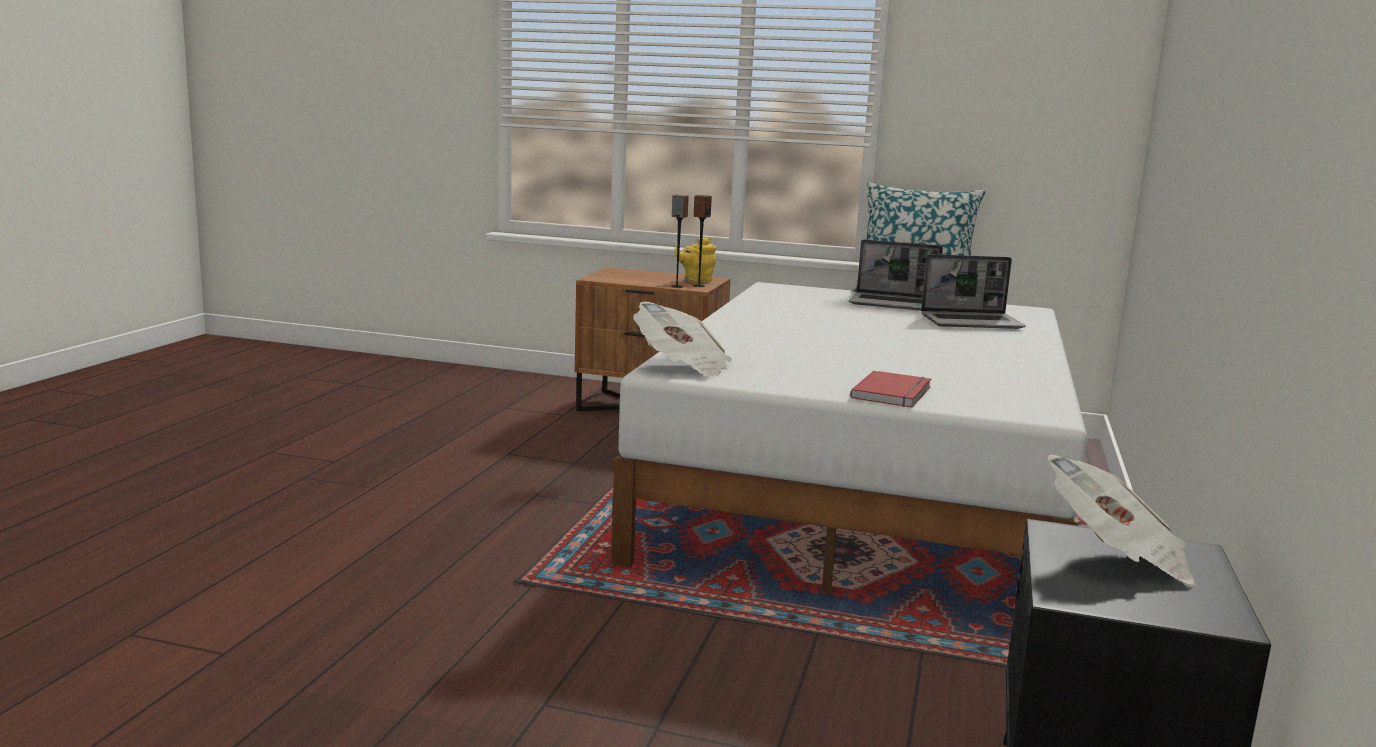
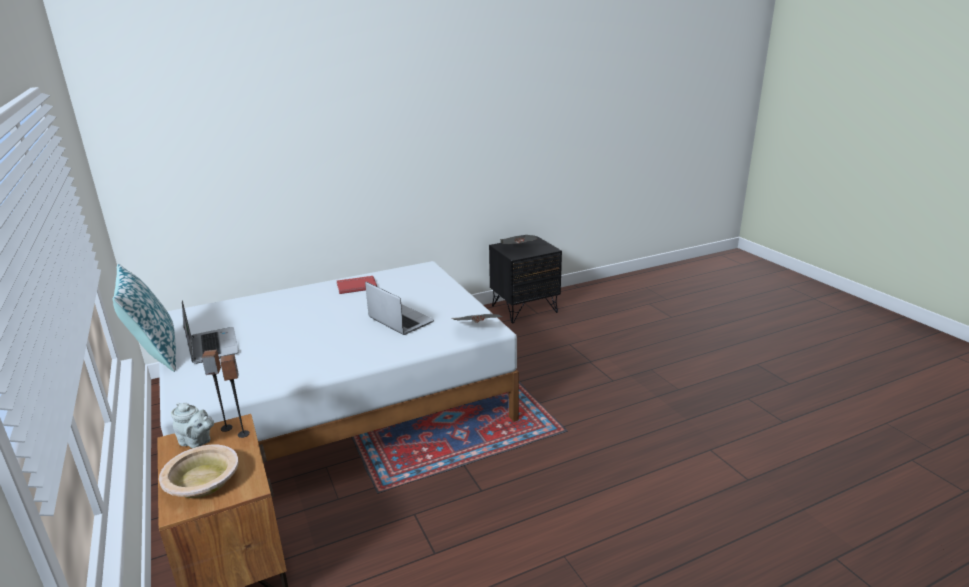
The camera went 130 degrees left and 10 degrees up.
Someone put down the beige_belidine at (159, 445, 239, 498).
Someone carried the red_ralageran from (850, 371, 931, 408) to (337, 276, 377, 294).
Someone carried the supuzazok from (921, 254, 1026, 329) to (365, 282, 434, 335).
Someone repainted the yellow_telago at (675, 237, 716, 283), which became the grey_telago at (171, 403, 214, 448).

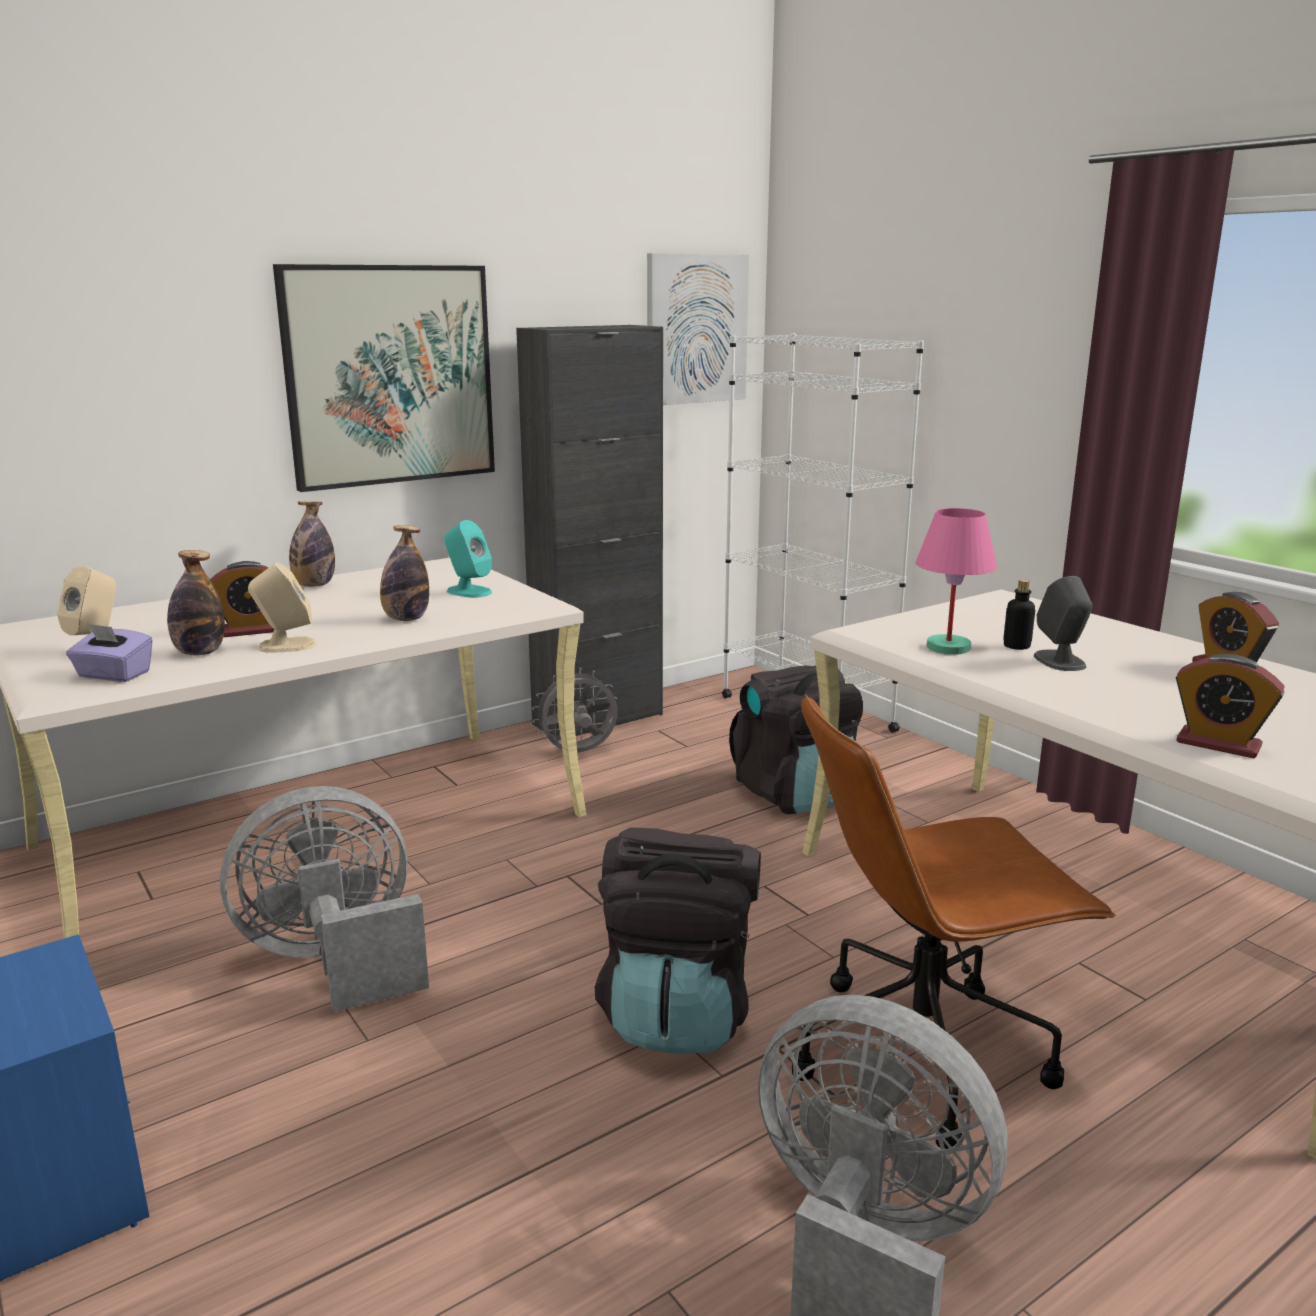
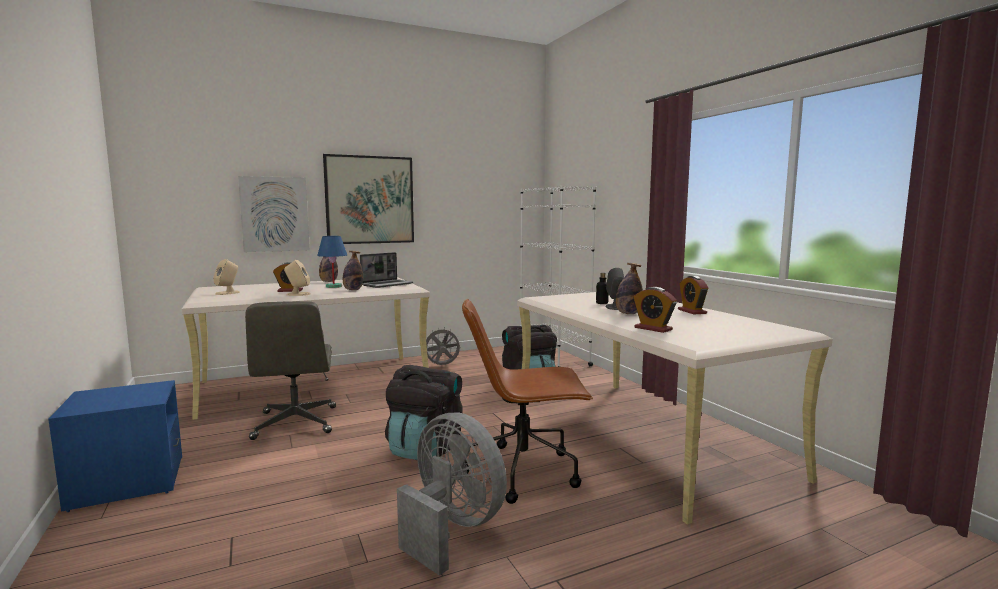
The camera went 10 degrees right and 10 degrees down.
Someone took away the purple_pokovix at (66, 624, 153, 682).
Someone took away the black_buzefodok at (516, 325, 663, 740).
Someone took away the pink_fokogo at (915, 508, 997, 655).
Someone put down the blue_fokogo at (317, 236, 347, 288).
Someone carried the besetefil from (167, 550, 225, 655) to (616, 263, 643, 314).
Someone carried the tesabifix from (647, 253, 749, 405) to (238, 176, 310, 252).
Someone swapped the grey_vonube at (220, 786, 429, 1012) for the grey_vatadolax at (245, 301, 336, 440).
Someone swapped the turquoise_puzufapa at (444, 520, 492, 598) for the supuzazok at (360, 252, 413, 288).

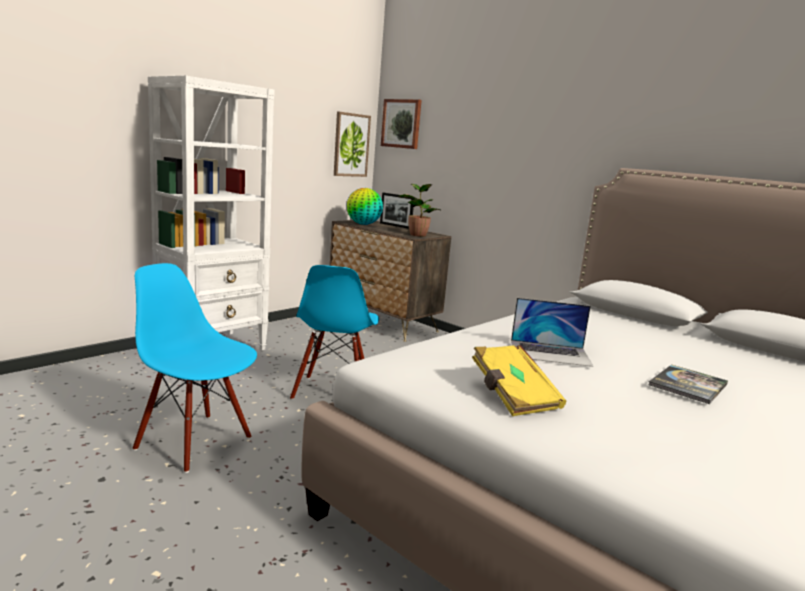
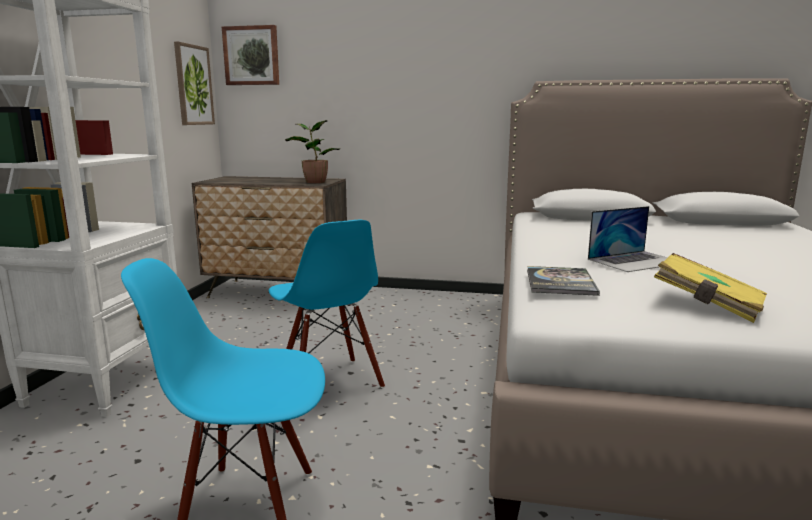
The camera went 30 degrees left and 0 degrees up.
Someone took away the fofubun at (347, 188, 383, 225).
Someone took away the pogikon at (380, 193, 414, 229).
Someone carried the ralageran from (649, 364, 728, 404) to (527, 266, 600, 296).

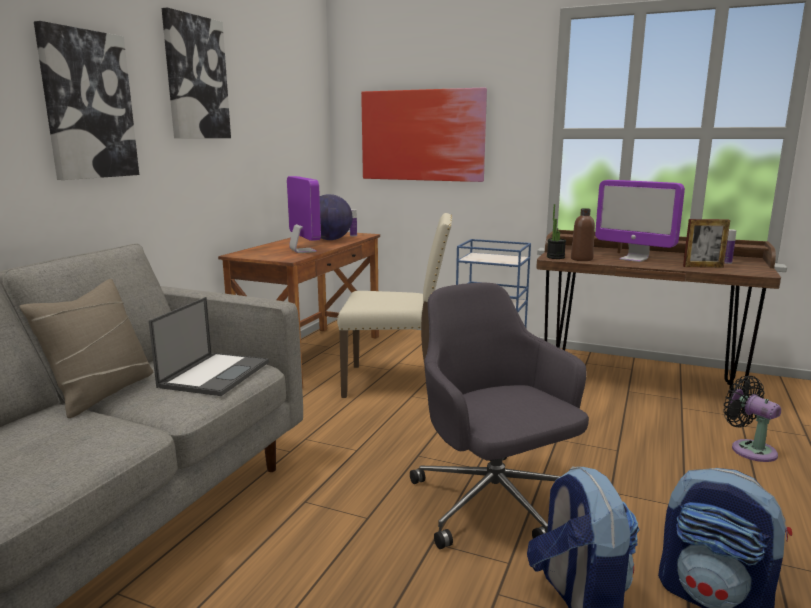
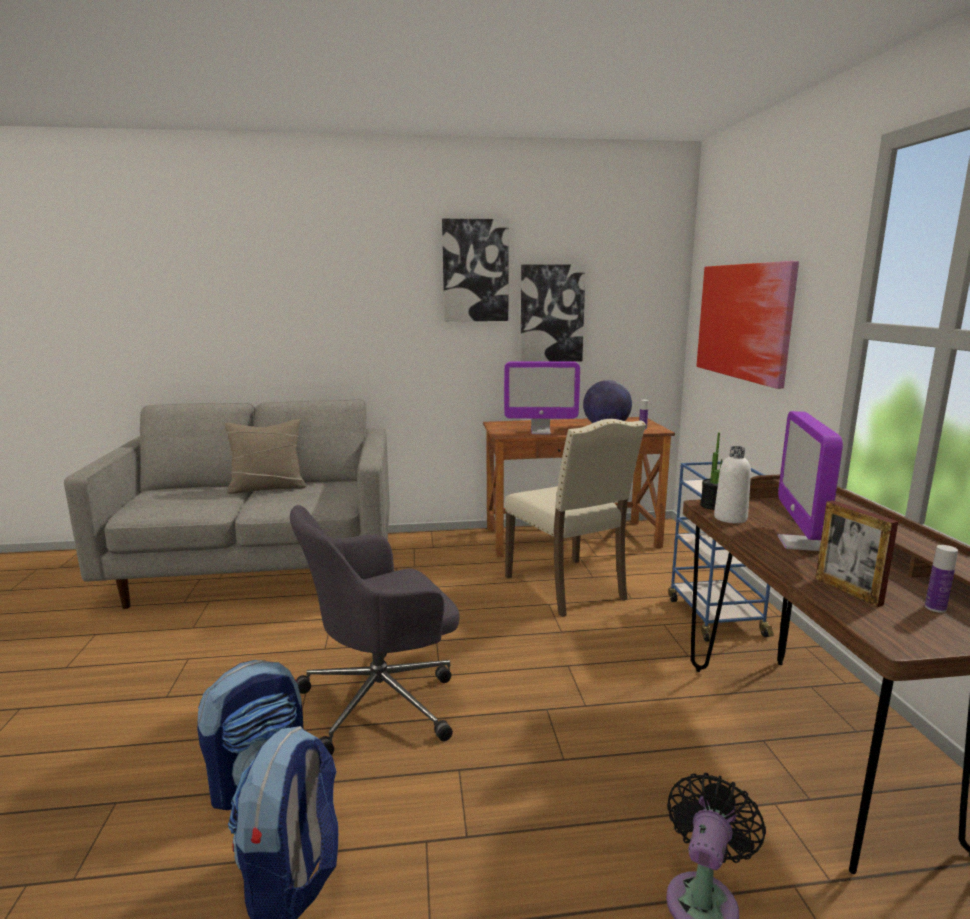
The camera went 60 degrees right and 0 degrees up.
Someone took away the supuzazok at (149, 297, 269, 396).
Someone carried the tesabifix from (34, 21, 139, 180) to (520, 264, 586, 362).
Someone repainted the brown_besetefil at (571, 208, 595, 261), which became the white_besetefil at (714, 446, 751, 523).
Someone rotated the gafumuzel at (287, 176, 321, 253) by 60 degrees clockwise.
Someone rotated the grey_vatadolax at (410, 282, 589, 549) by 150 degrees counterclockwise.

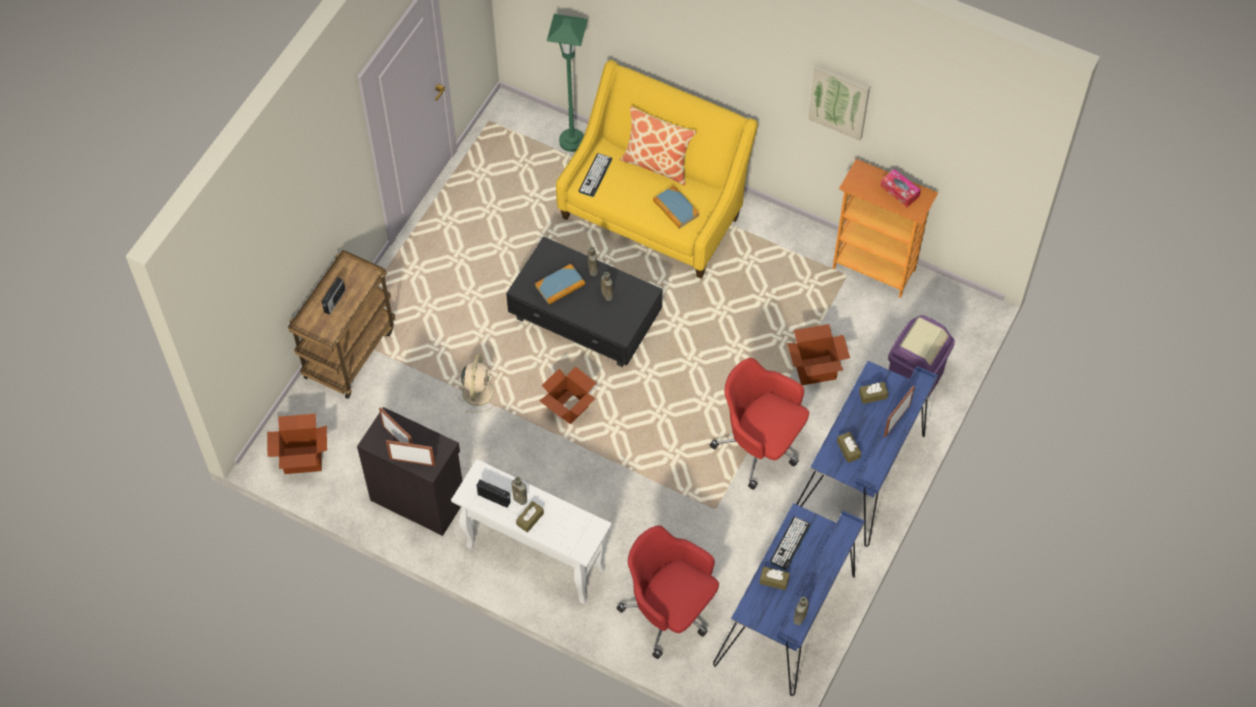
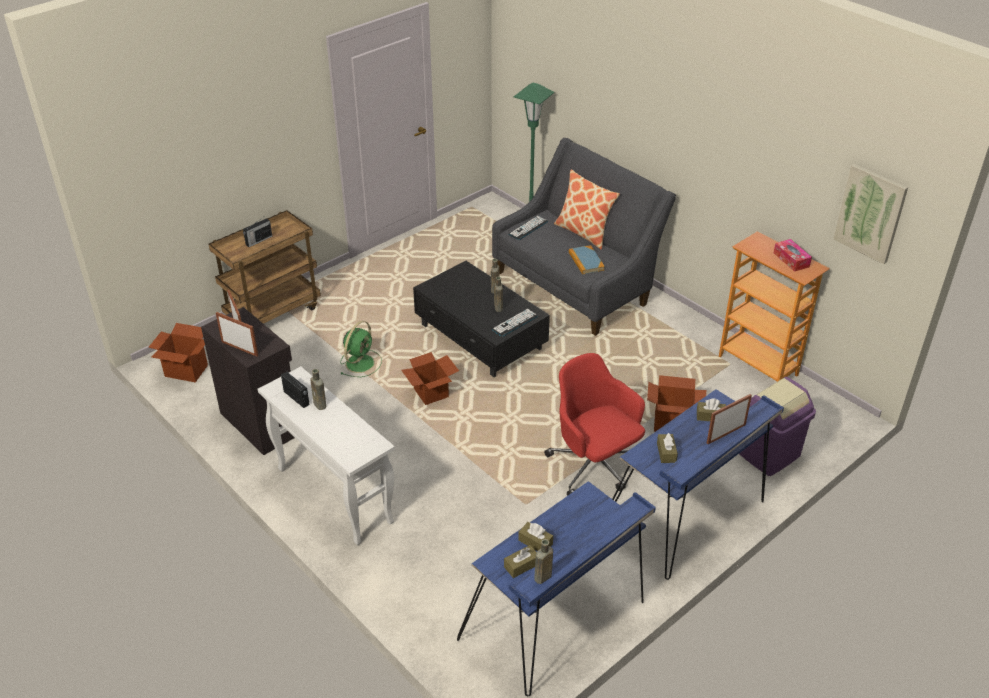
The camera went 20 degrees right and 20 degrees down.
Someone took away the ralageran at (535, 264, 585, 304).
Someone took away the red_vatadolax at (616, 525, 719, 659).
Someone carried the brown_pokovix from (516, 501, 544, 533) to (504, 545, 536, 578).
Someone carried the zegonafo from (770, 516, 811, 570) to (492, 309, 538, 337).
Someone carried the tesabifix from (808, 64, 870, 141) to (833, 164, 908, 264).
Someone repainted the beige_vonube at (456, 354, 501, 412), which became the green_vonube at (340, 321, 382, 377).
Someone repainted the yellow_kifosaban at (556, 60, 758, 279), which became the grey_kifosaban at (492, 138, 676, 336).

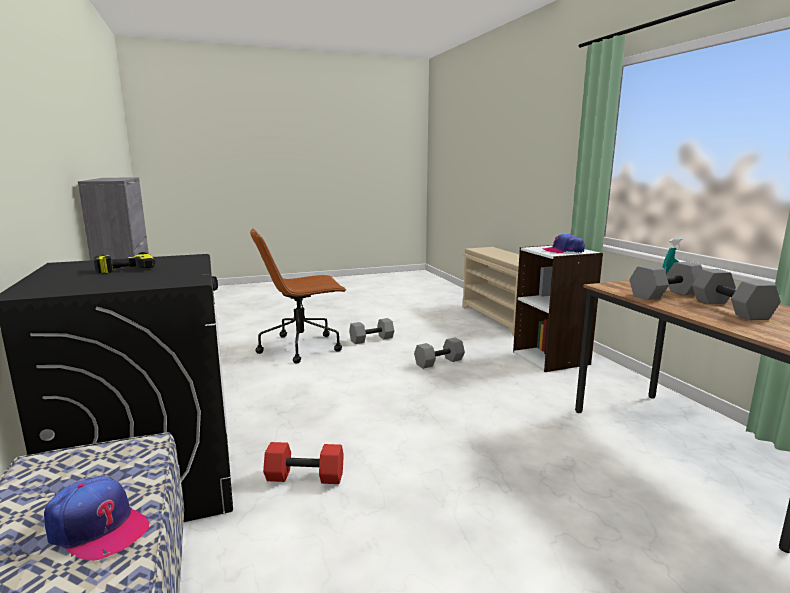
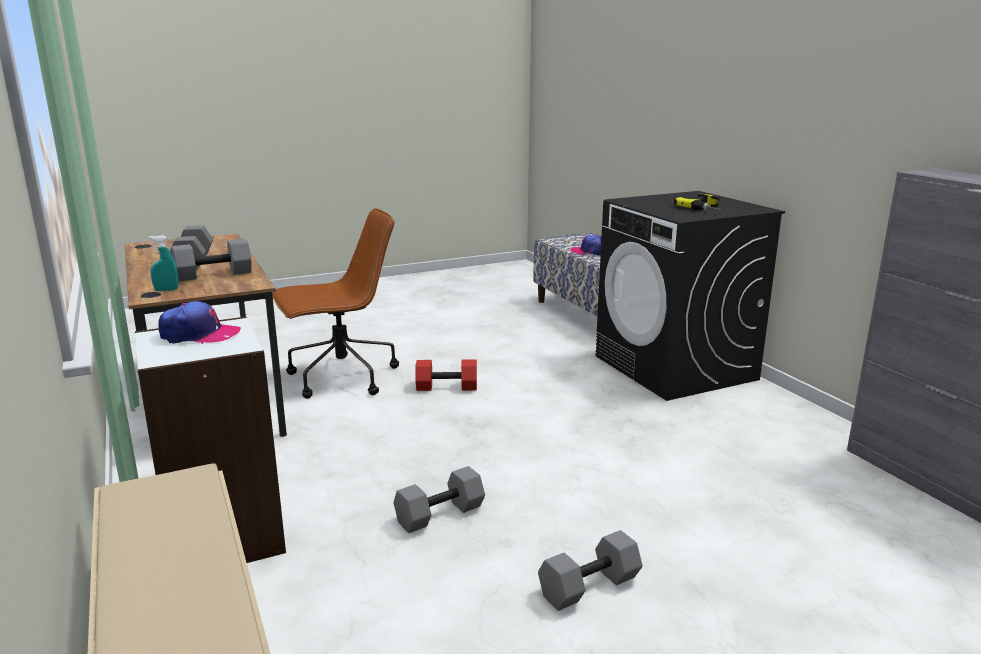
The camera went 175 degrees right and 5 degrees up.
Someone carried the brown_vatadolax from (250, 228, 347, 364) to (272, 208, 399, 399).
Someone carried the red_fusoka from (263, 442, 344, 484) to (415, 360, 477, 391).

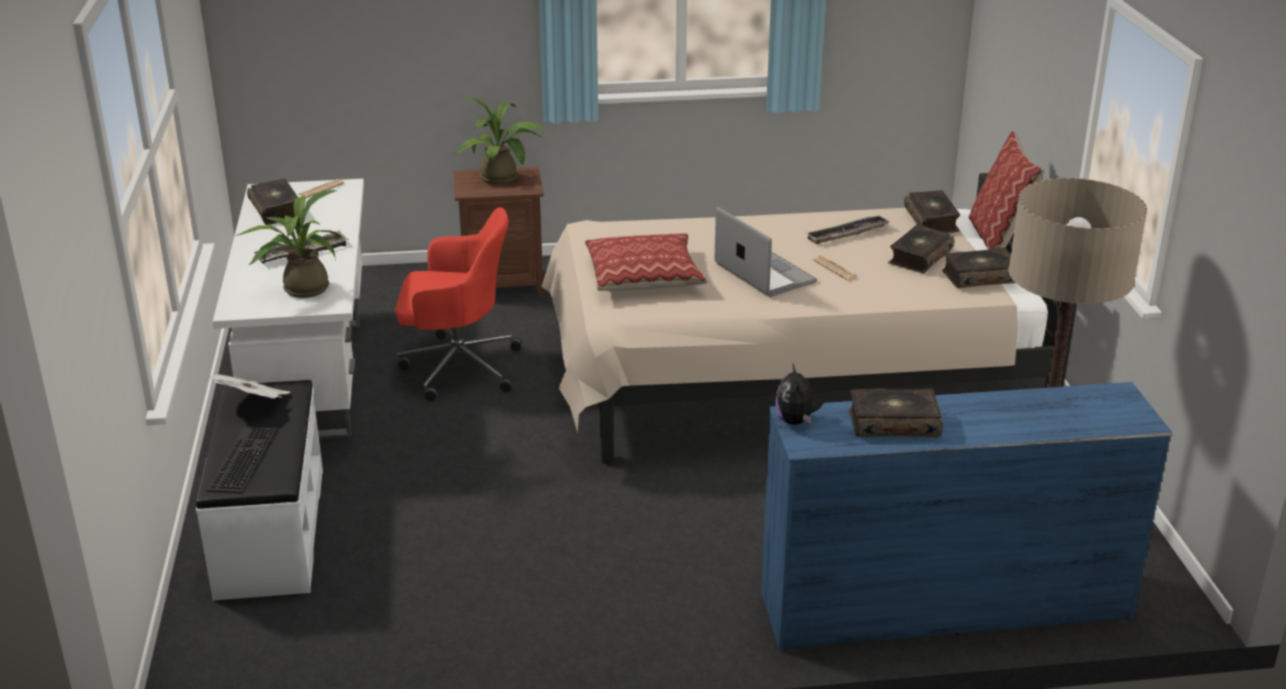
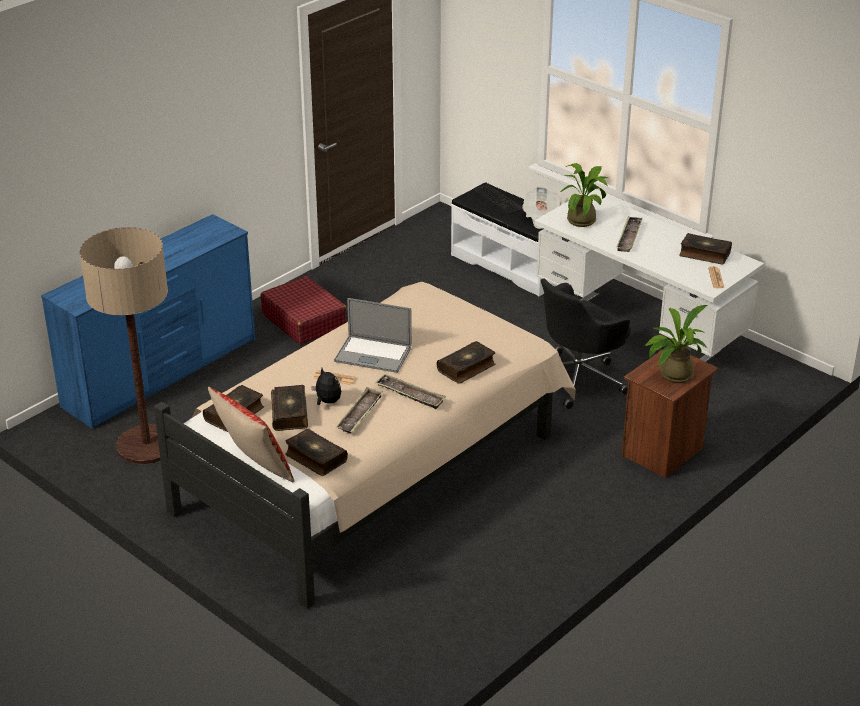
The camera went 140 degrees right and 5 degrees up.
Someone took away the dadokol at (585, 234, 708, 291).
Someone put down the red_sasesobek at (260, 276, 347, 344).
Someone put down the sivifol at (375, 374, 446, 409).
Someone carried the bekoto from (775, 362, 824, 425) to (311, 368, 341, 405).
Someone carried the ralageran from (849, 388, 943, 437) to (437, 341, 496, 384).
Someone repainted the red_vatadolax at (395, 207, 522, 402), which became the black_vatadolax at (541, 279, 631, 409).

